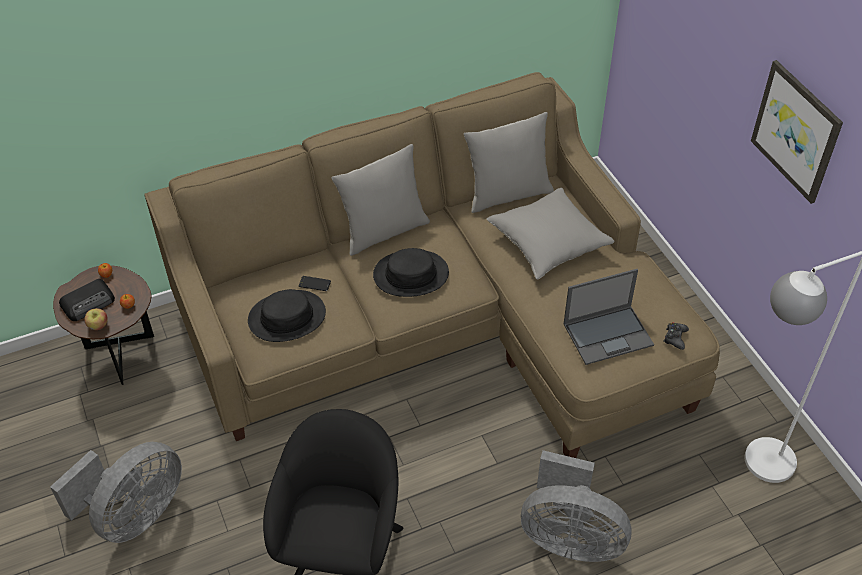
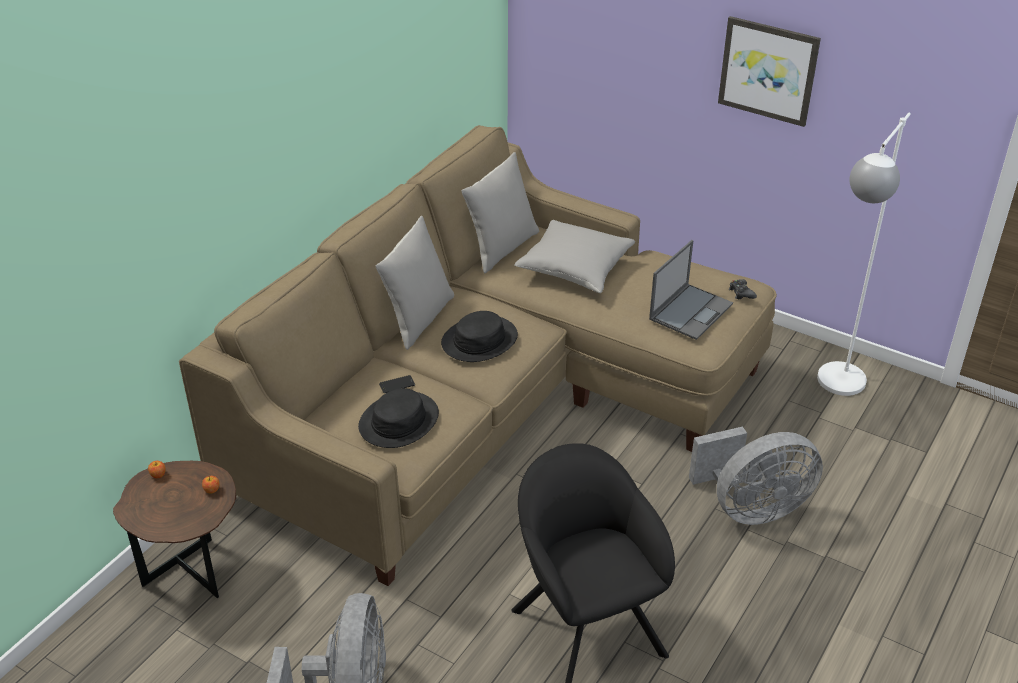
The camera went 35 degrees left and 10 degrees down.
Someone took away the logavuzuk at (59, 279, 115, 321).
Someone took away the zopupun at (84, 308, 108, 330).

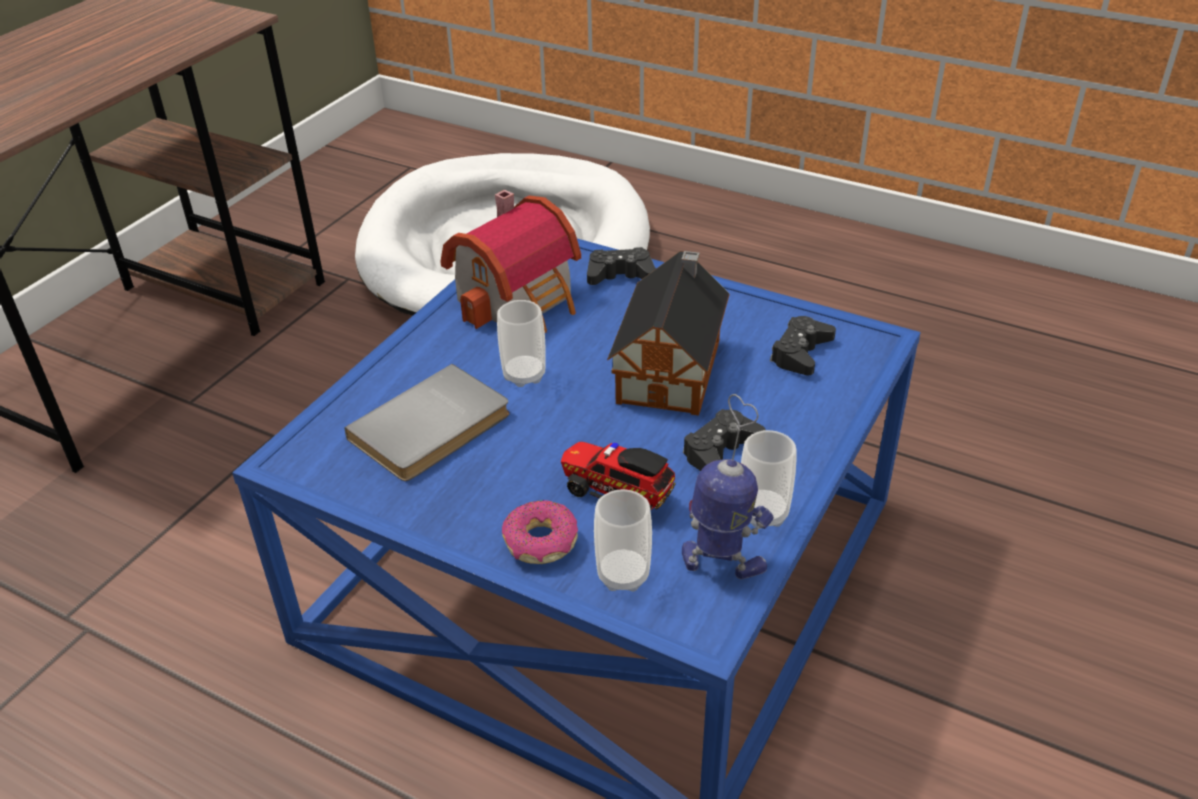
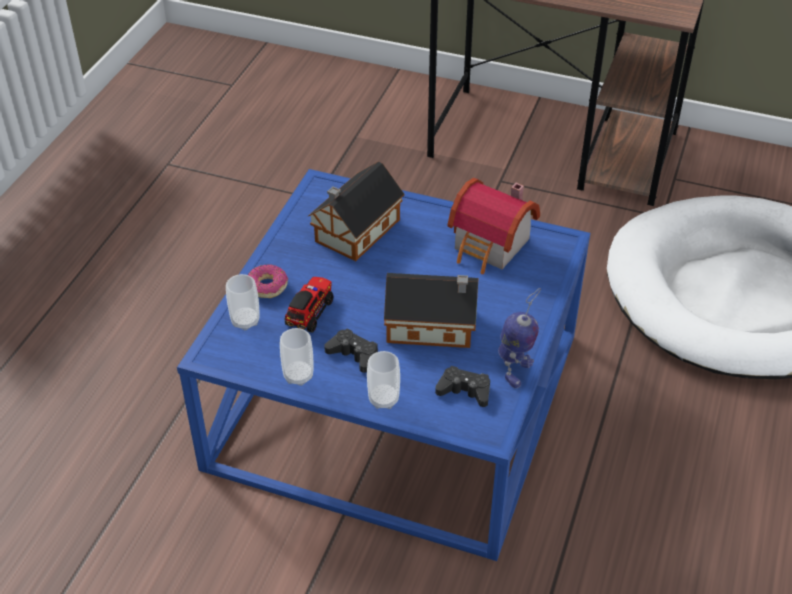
The camera went 80 degrees right and 5 degrees up.
Someone took away the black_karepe at (587, 247, 656, 285).
Someone carried the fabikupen from (497, 300, 546, 387) to (367, 351, 400, 409).
Someone carried the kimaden from (682, 394, 774, 579) to (498, 288, 541, 388).
Someone swapped the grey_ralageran at (344, 364, 509, 481) for the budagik at (308, 161, 405, 261).

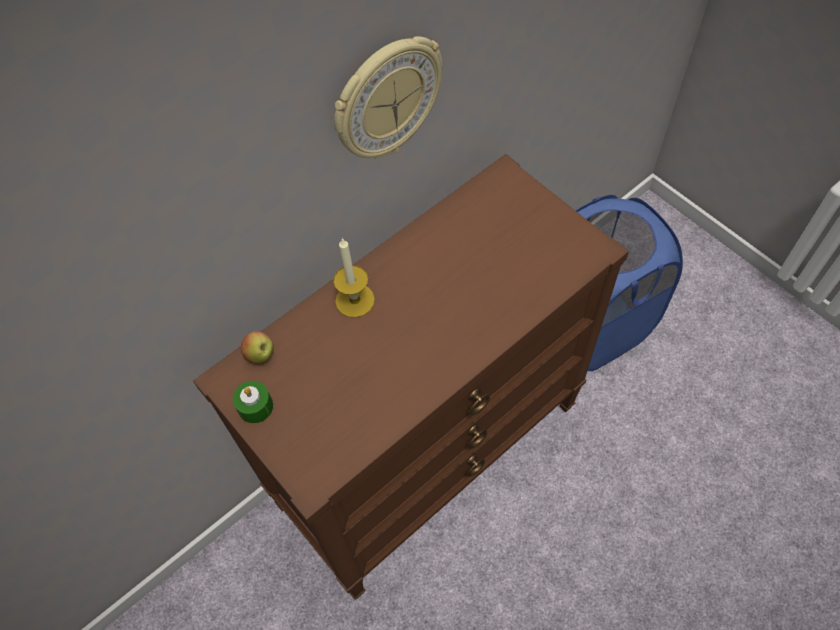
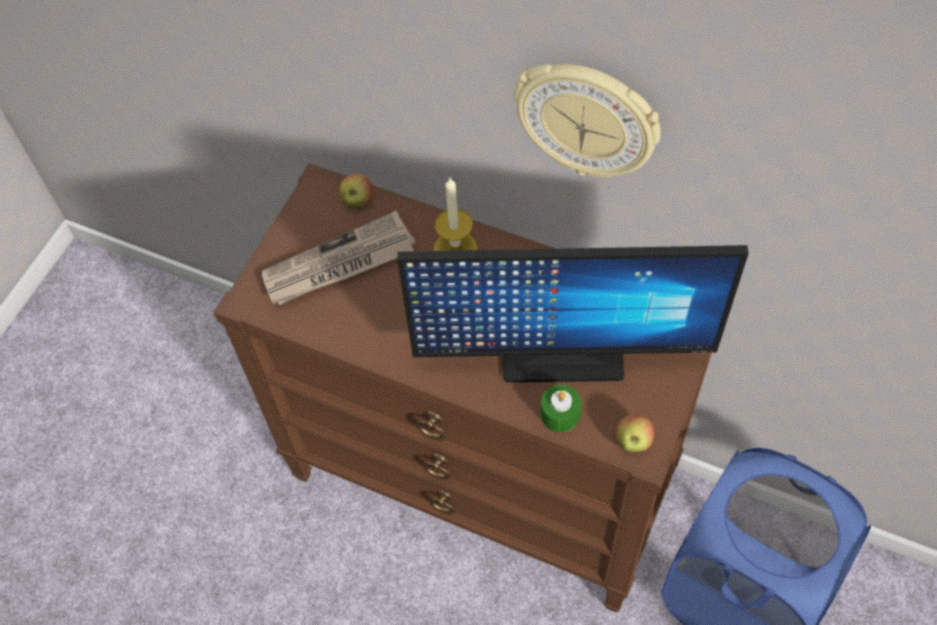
The camera went 65 degrees right and 0 degrees up.
Someone put down the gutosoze at (262, 211, 416, 305).
Someone put down the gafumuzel at (397, 245, 749, 383).
Someone put down the zopupun at (616, 414, 655, 452).
Someone carried the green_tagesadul from (233, 381, 273, 423) to (541, 384, 581, 432).

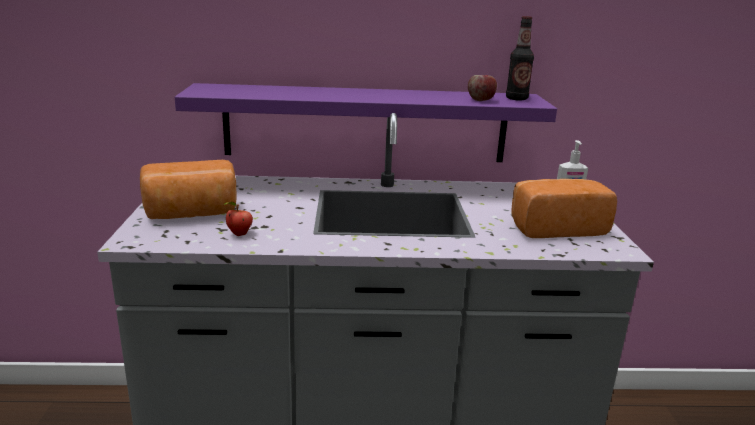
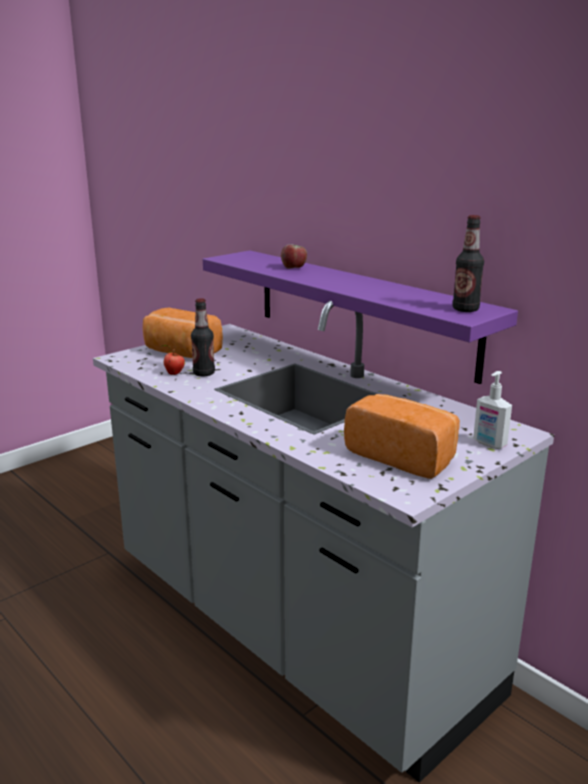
The camera went 50 degrees right and 0 degrees up.
Someone put down the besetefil at (191, 298, 215, 376).
Someone carried the zopupun from (468, 75, 497, 101) to (281, 244, 307, 269).

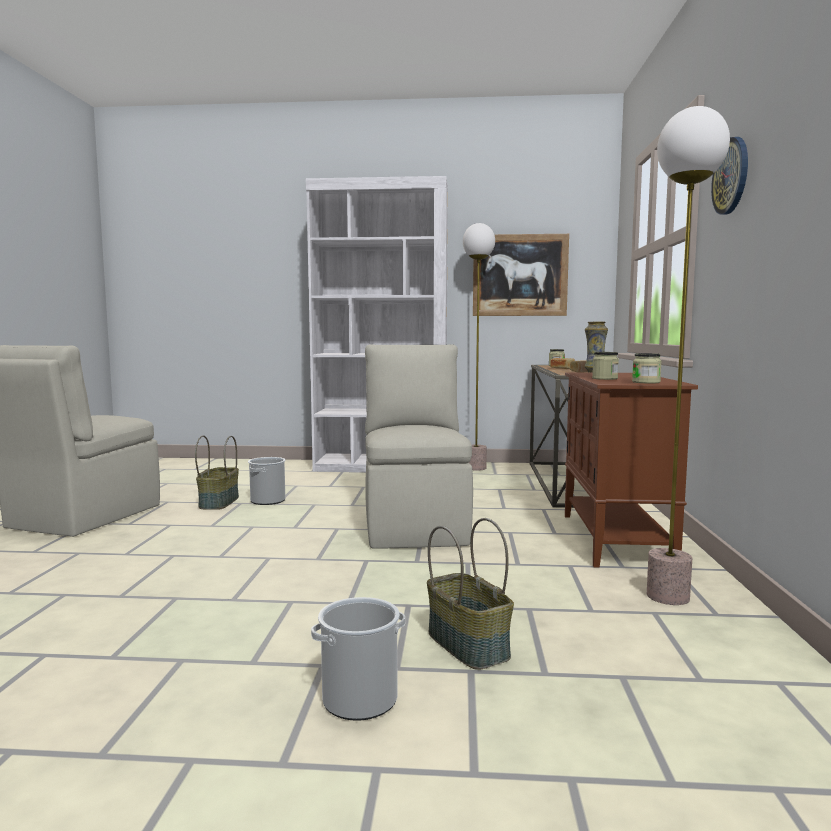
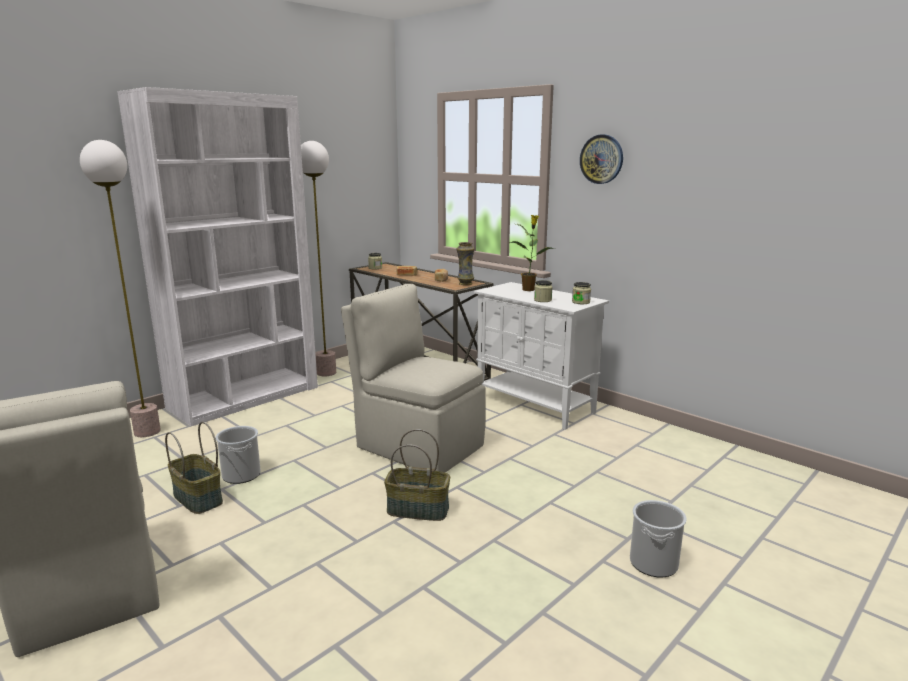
The camera went 50 degrees left and 10 degrees up.
Someone took away the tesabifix at (473, 234, 569, 316).
Someone put down the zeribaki at (508, 215, 555, 291).
Someone carried the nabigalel from (427, 518, 514, 670) to (384, 429, 450, 521).
Someone carried the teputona from (647, 106, 730, 605) to (80, 140, 161, 437).
Someone repainted the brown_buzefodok at (565, 372, 698, 568), which became the white_buzefodok at (474, 282, 609, 430).

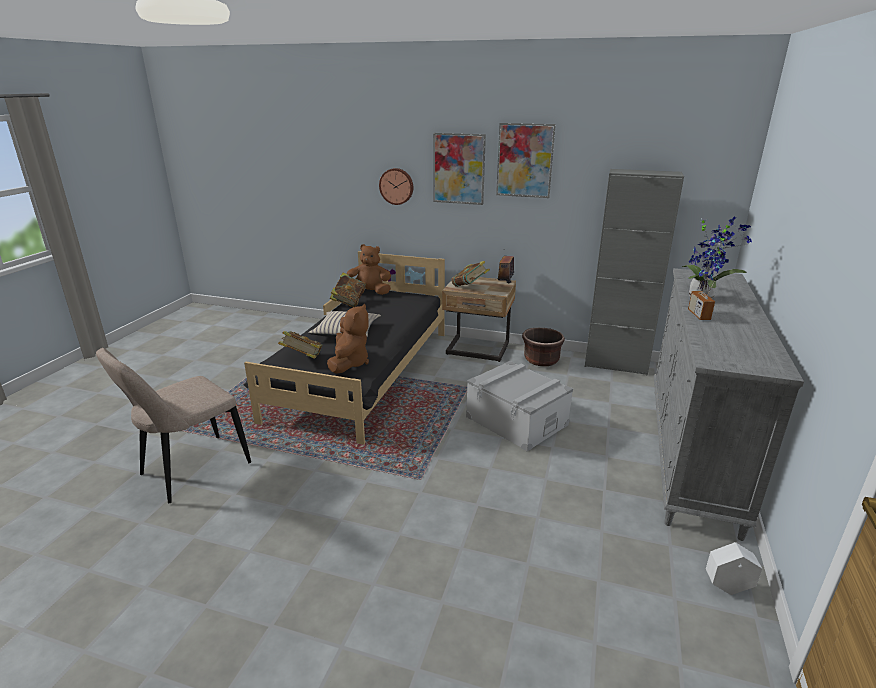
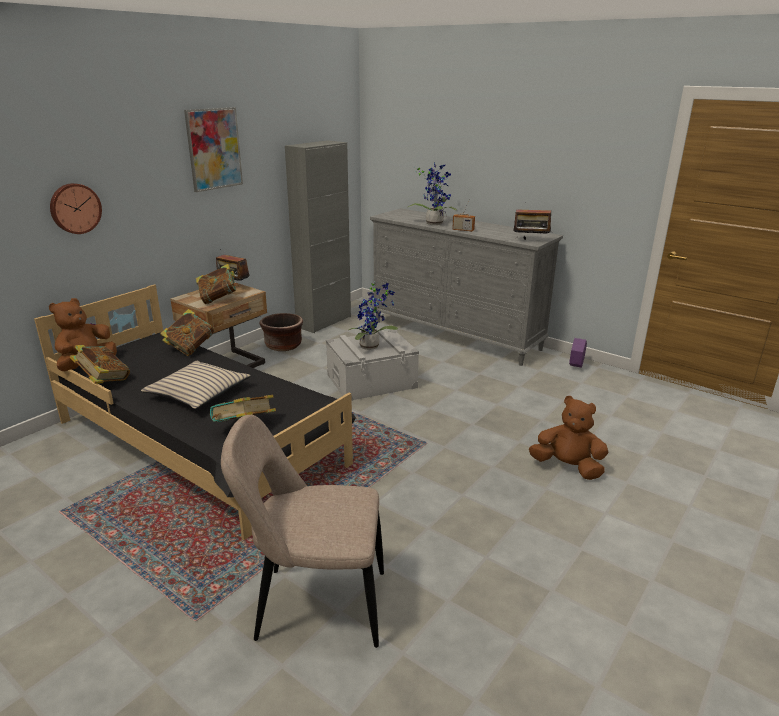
The camera went 70 degrees left and 0 degrees up.
Someone took away the tesabifix at (433, 133, 486, 205).
Someone put down the ralageran at (160, 309, 214, 356).
Someone put down the zeribaki at (349, 281, 398, 350).
Someone put down the logavuzuk at (513, 202, 551, 240).
Someone carried the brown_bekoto from (327, 304, 369, 374) to (529, 396, 608, 480).
Someone repainted the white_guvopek at (706, 542, 762, 595), which became the purple_guvopek at (569, 338, 587, 368).
Someone rotated the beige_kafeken at (96, 348, 251, 503) by 120 degrees clockwise.

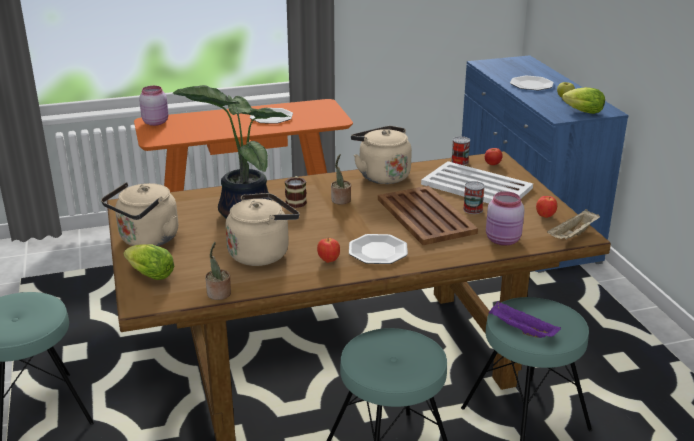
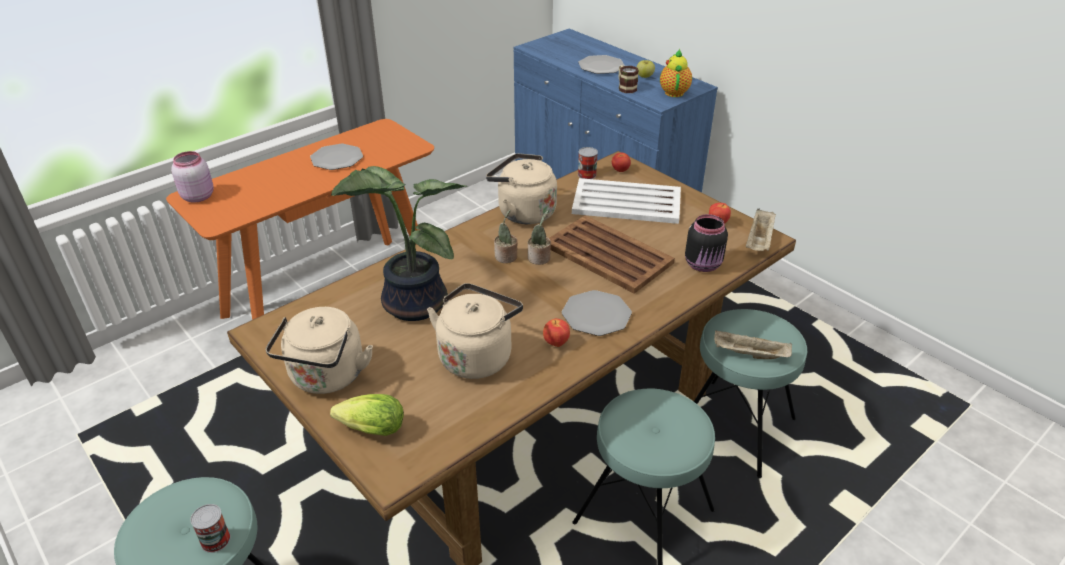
The camera went 25 degrees left and 10 degrees up.
Someone carried the zeribaki from (205, 242, 231, 300) to (528, 210, 551, 265).
Someone carried the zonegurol from (285, 176, 307, 208) to (619, 65, 639, 93).
Someone carried the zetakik from (463, 181, 485, 214) to (190, 504, 231, 553).
Someone swapped the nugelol at (562, 87, 605, 114) for the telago at (660, 49, 692, 97).
Someone repainted the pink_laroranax at (486, 191, 524, 246), which became the black_laroranax at (685, 214, 728, 272).
Someone repainted the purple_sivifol at (489, 302, 561, 338), which became the beige_sivifol at (714, 330, 792, 359).

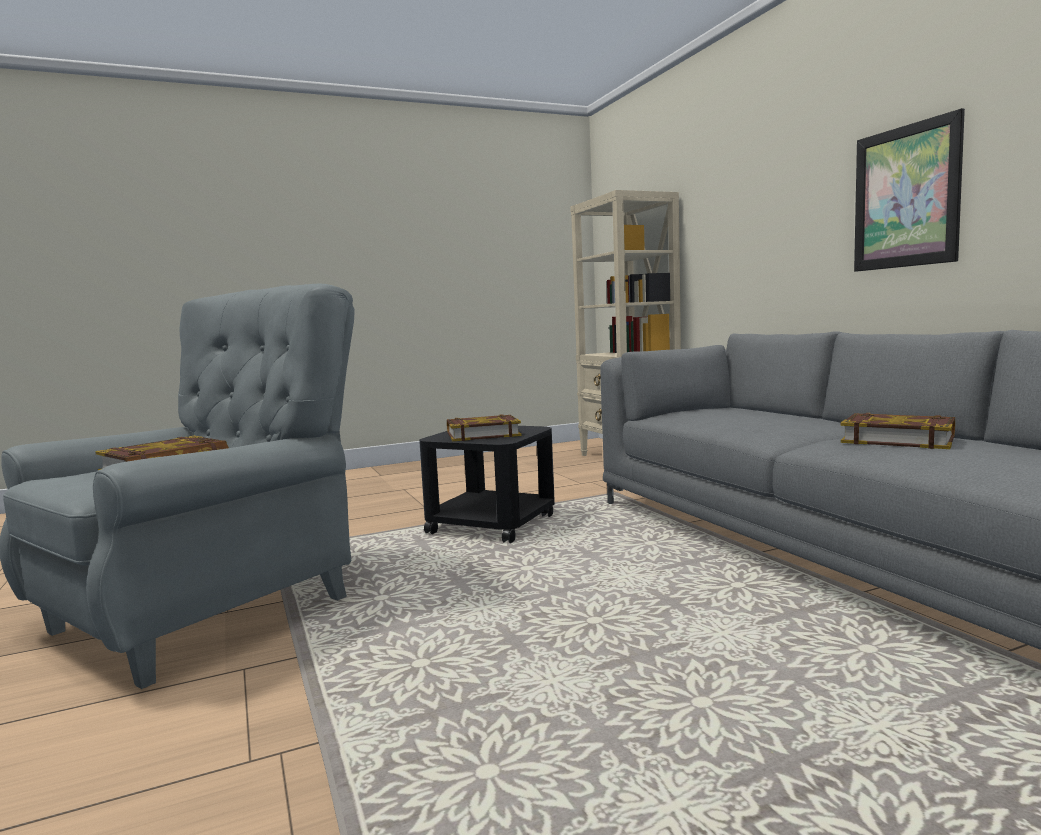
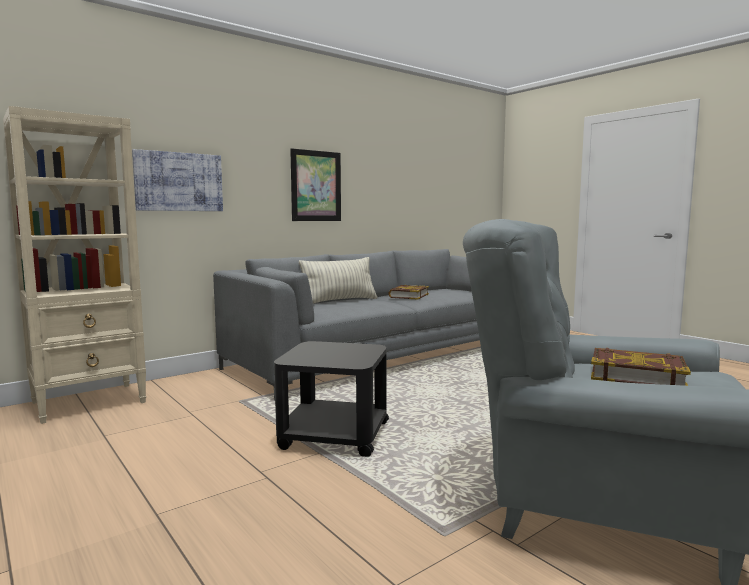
The camera went 105 degrees left and 0 degrees up.
Someone took away the ralageran at (447, 414, 522, 441).
Someone put up the tesabifix at (132, 149, 223, 211).
Someone put down the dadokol at (299, 257, 377, 304).

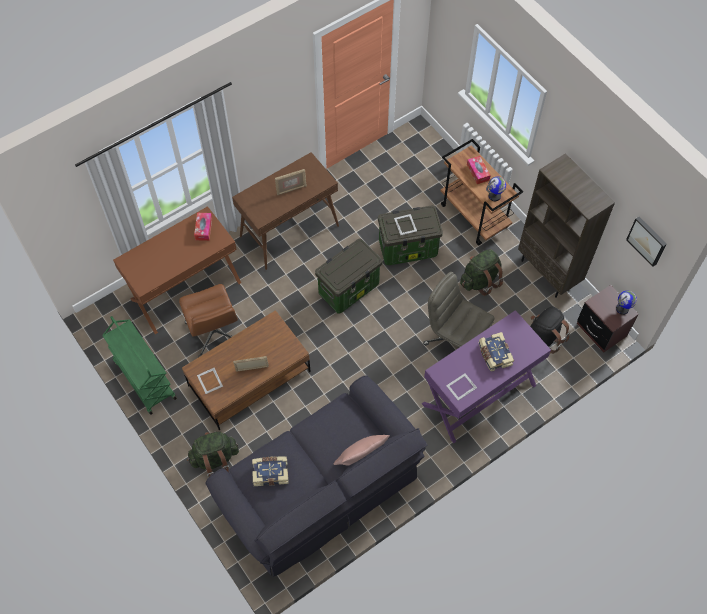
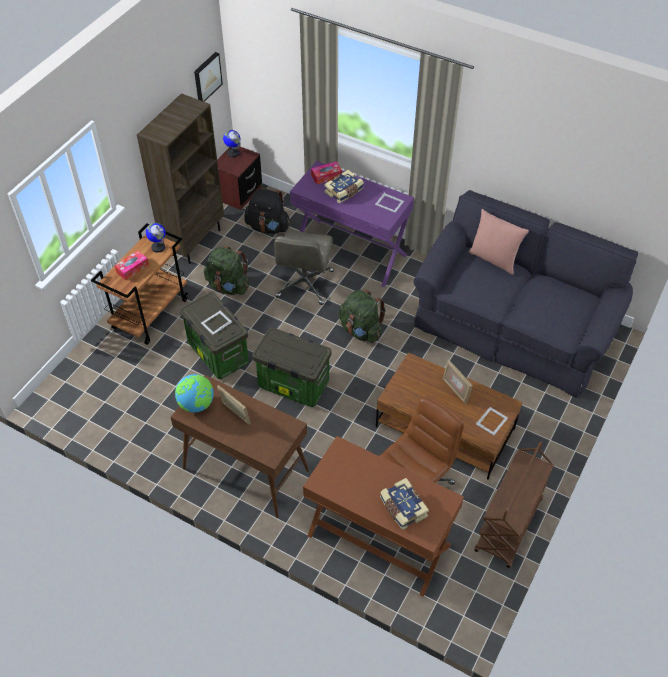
The camera went 115 degrees left and 10 degrees down.
Someone put down the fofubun at (175, 374, 214, 413).
Someone carried the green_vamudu from (187, 432, 239, 476) to (339, 290, 386, 343).
Someone carried the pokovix from (194, 213, 212, 241) to (311, 161, 342, 184).
Someone carried the ralageran from (252, 456, 289, 486) to (380, 478, 429, 530).
Someone repainted the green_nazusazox at (102, 316, 177, 415), which became the brown_nazusazox at (474, 441, 554, 568).

